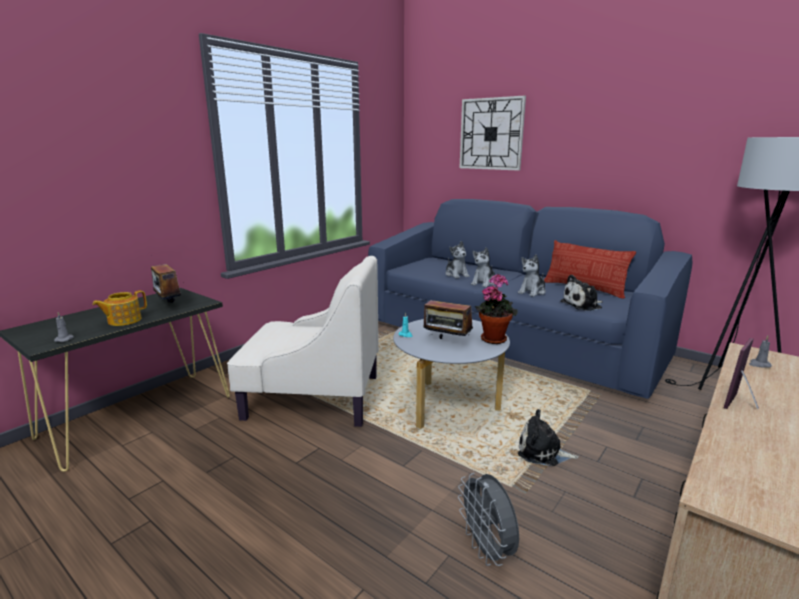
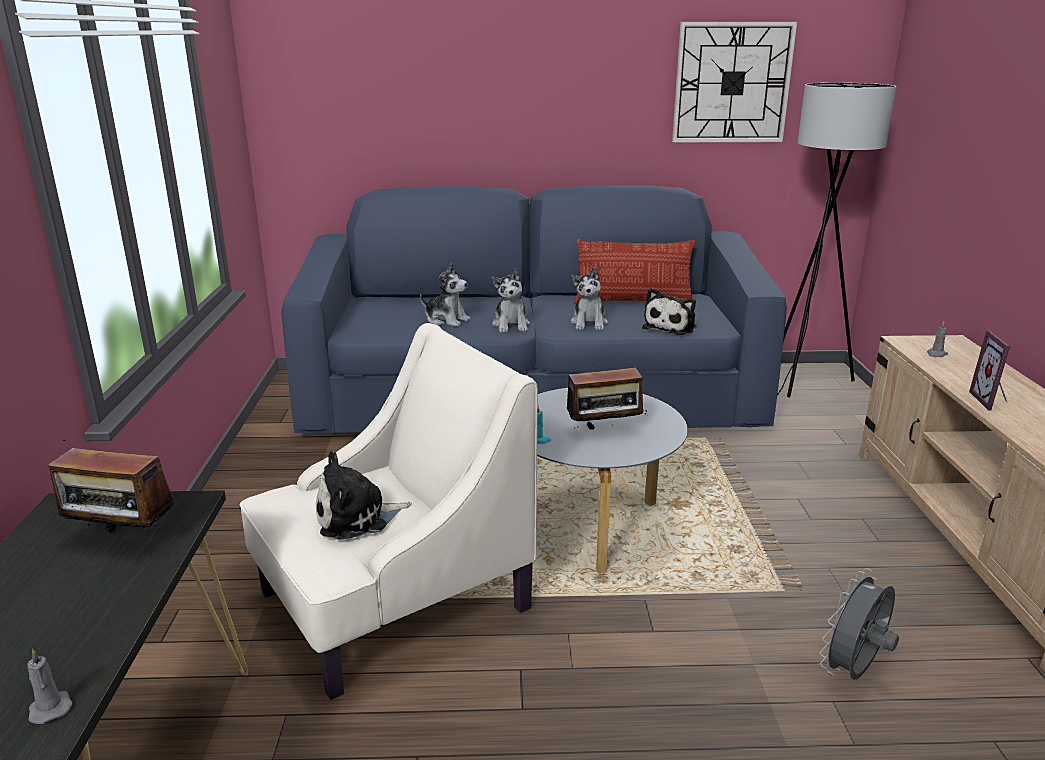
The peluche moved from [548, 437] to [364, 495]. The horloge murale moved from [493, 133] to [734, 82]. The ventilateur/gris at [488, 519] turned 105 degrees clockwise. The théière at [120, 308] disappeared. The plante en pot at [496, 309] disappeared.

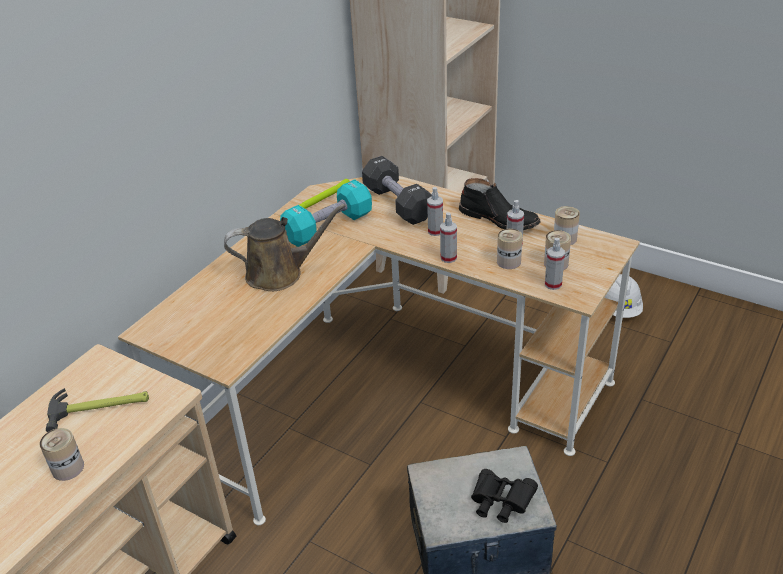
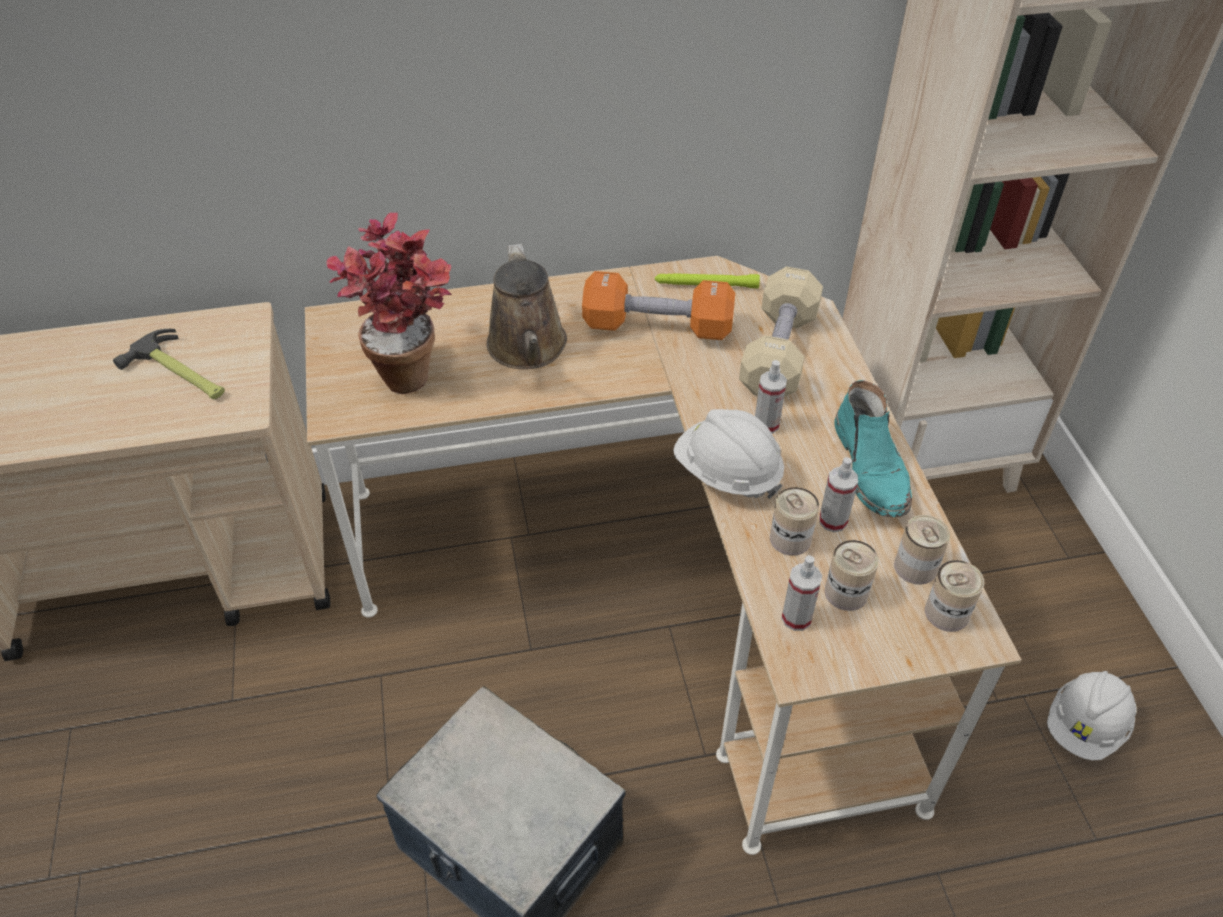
The plante en pot at [389, 303] appeared. The arrosoir/marron at [285, 247] turned 45 degrees clockwise. The haltère/turquoise at [326, 213] became the haltère/orange at [658, 305]. The vaporisateur at [448, 237] was replaced by the casque de chantier/blanc at [728, 454]. The haltère/noir at [397, 190] became the haltère/beige at [781, 332]. The botte/noir at [500, 204] became the botte/turquoise at [873, 448]. The boîte métallique moved from [62, 454] to [954, 596]. The jumelles/noir at [504, 496] disappeared.

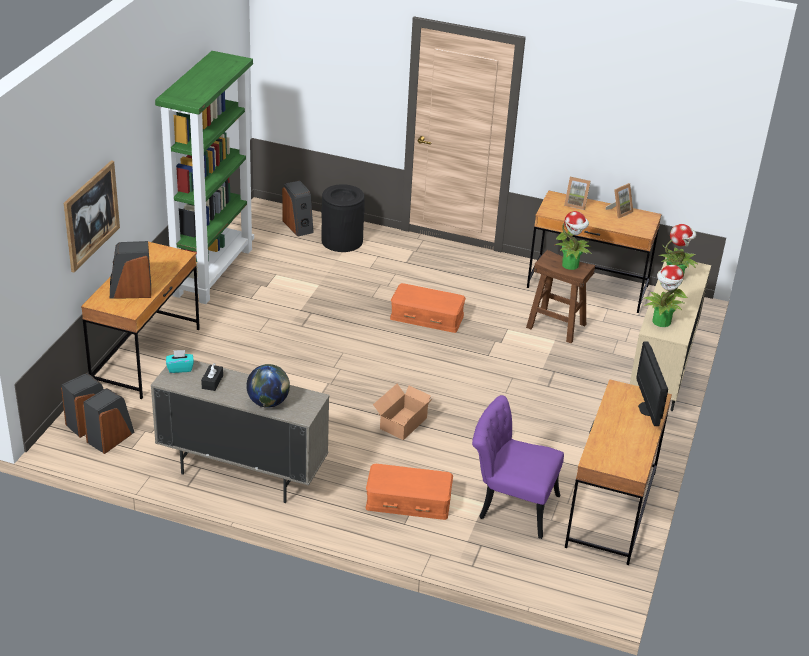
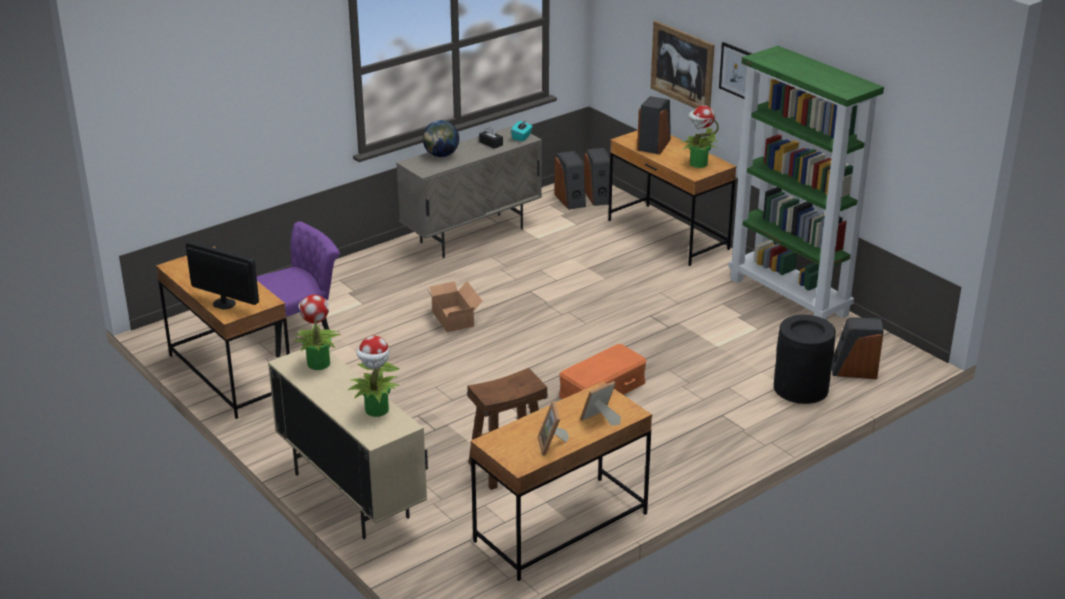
The plante en pot moved from [573, 240] to [700, 136]. The tableau at [735, 70] appeared. The boîte de rangement/orange at [409, 492] disappeared.

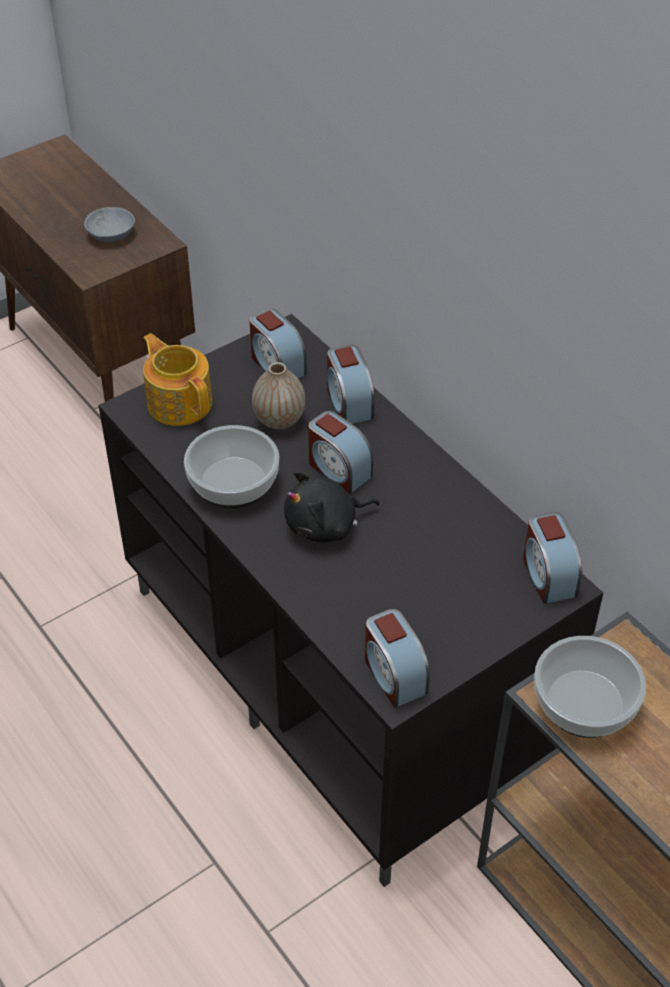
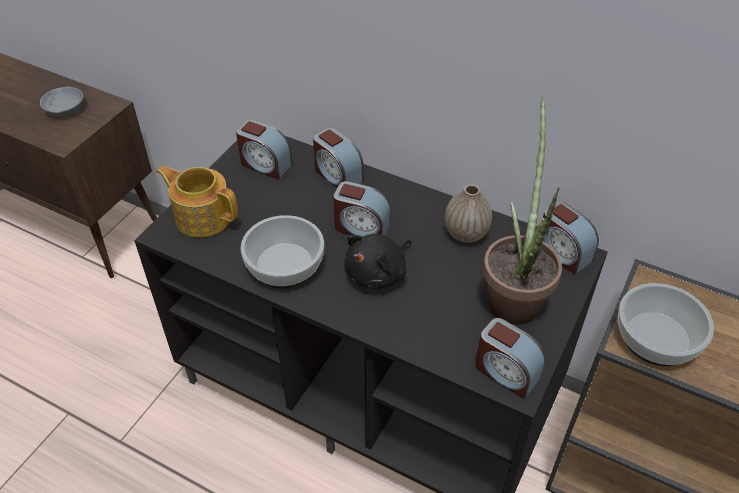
The vase moved from [278, 395] to [468, 213]. The plante en pot at [522, 211] appeared.

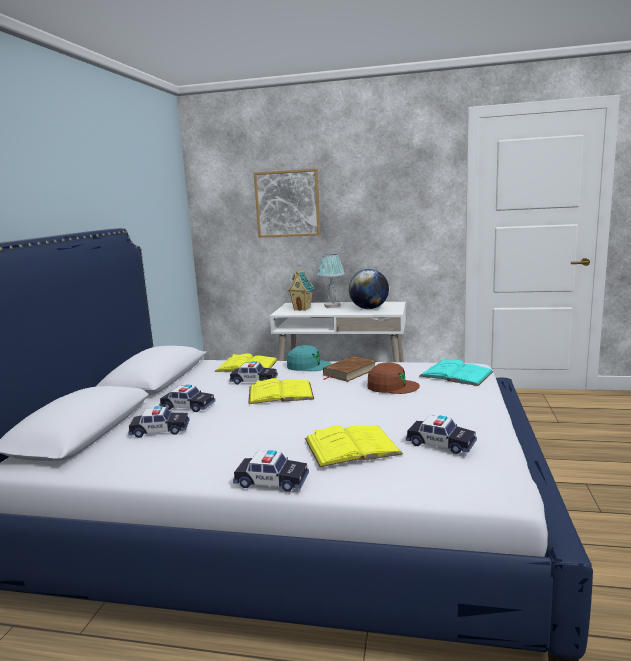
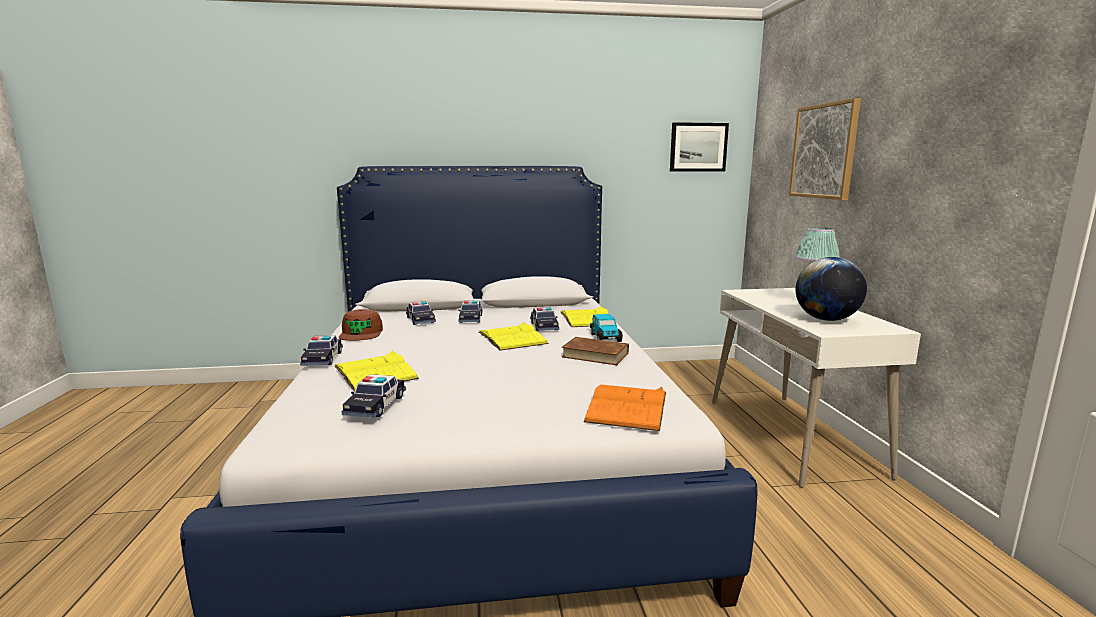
The casquette/marron moved from [394, 378] to [361, 325]. The livre/turquoise at [456, 372] became the livre/orange at [624, 408]. The casquette/turquoise at [309, 358] was replaced by the petite voiture at [606, 328]. The tableau at [699, 147] appeared. The maison miniature at [301, 290] disappeared.

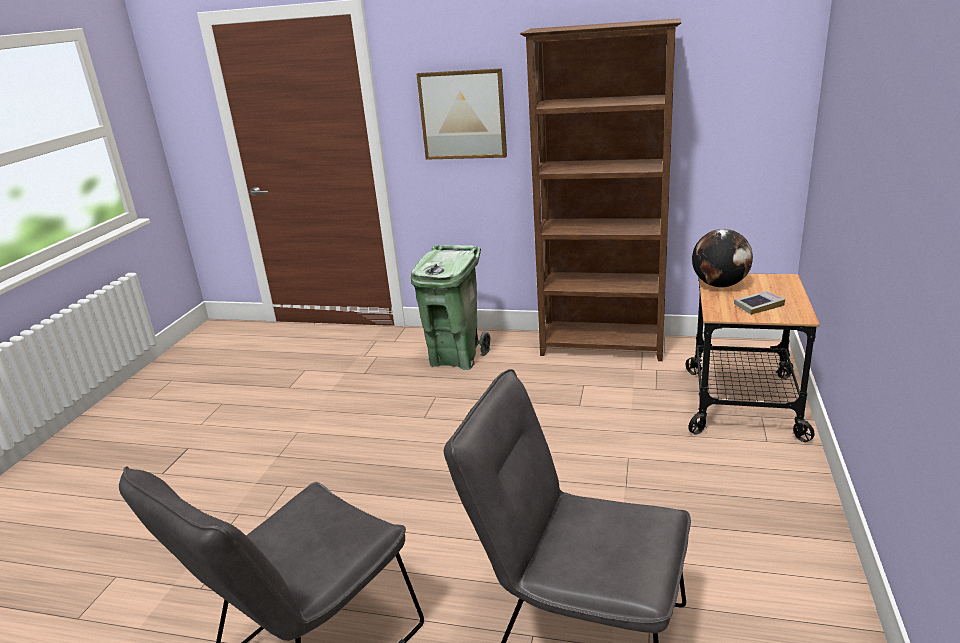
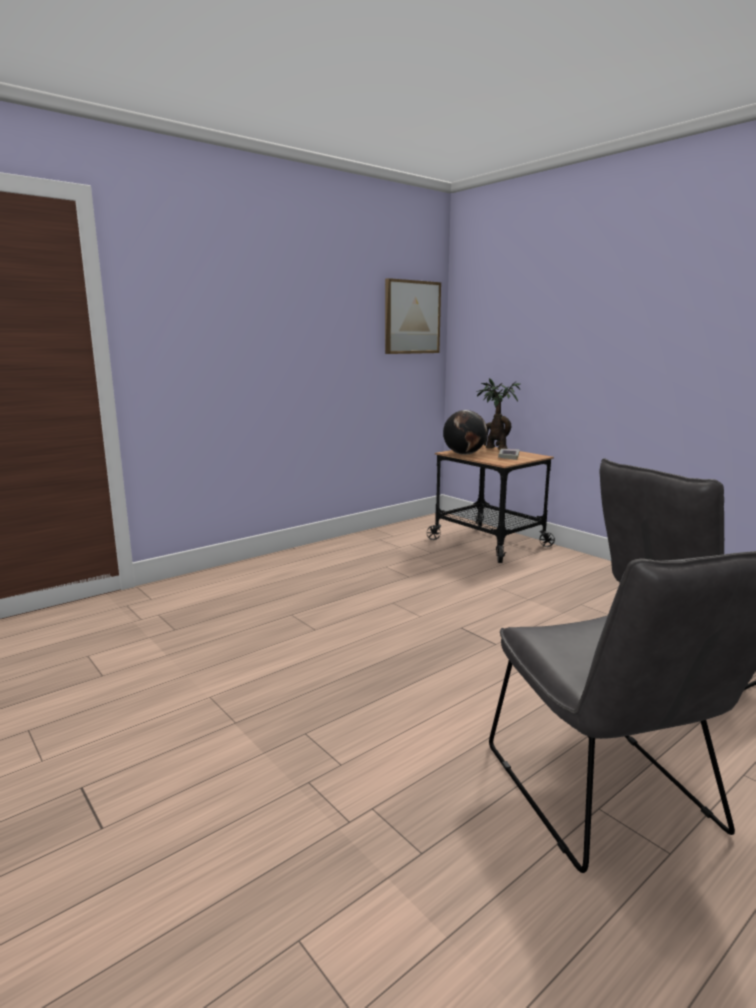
The tableau moved from [462, 114] to [413, 316]. The plante en pot at [498, 414] appeared. The poubelle/vert at [451, 307] disappeared. The bibliothèque/marron at [600, 189] disappeared.

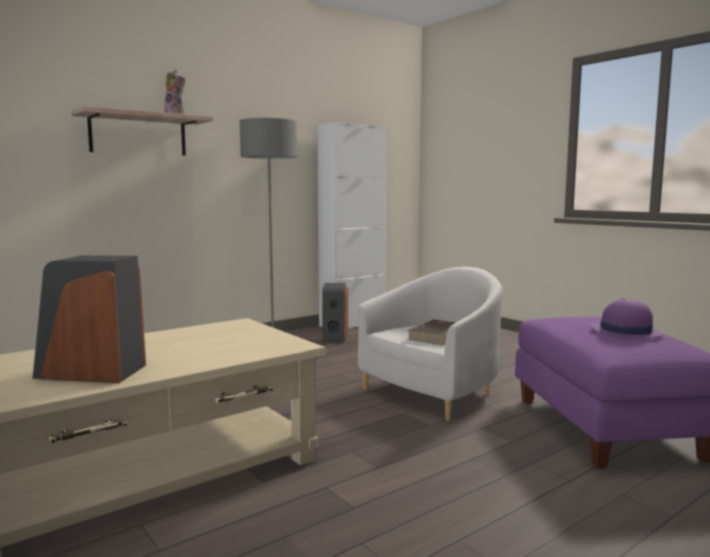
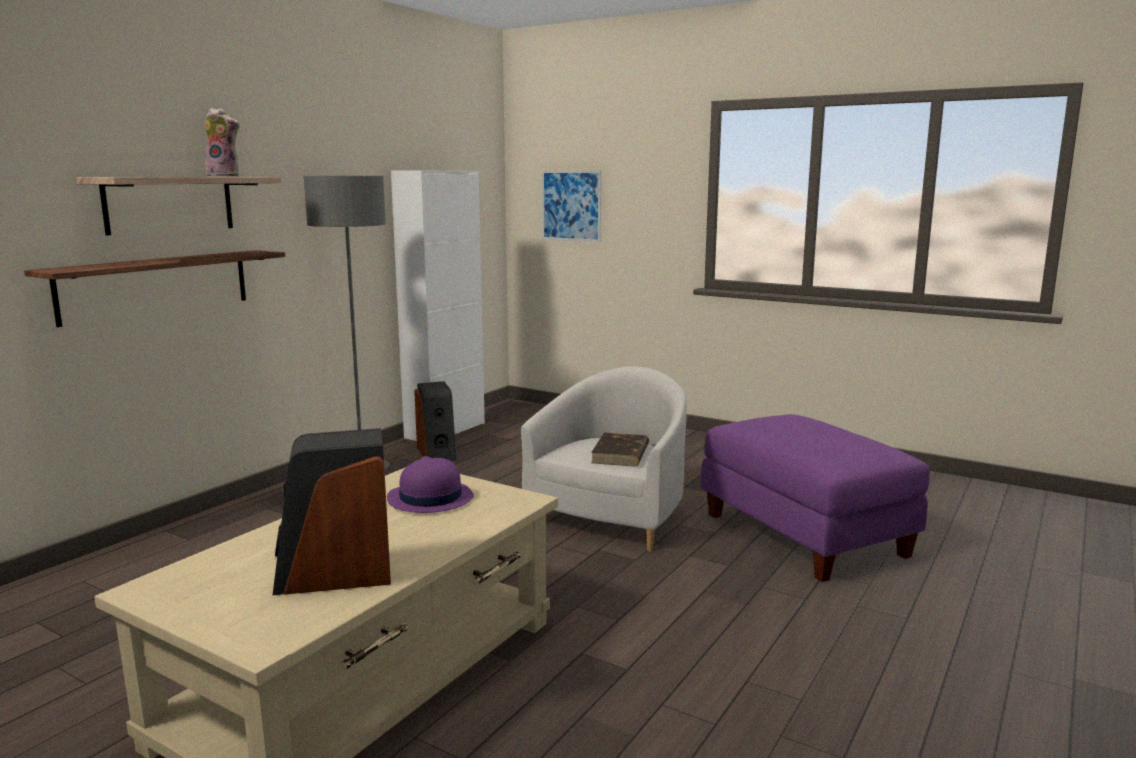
The étagère at [154, 288] appeared. The chapeau/violet moved from [626, 318] to [430, 484]. The tableau at [571, 206] appeared.

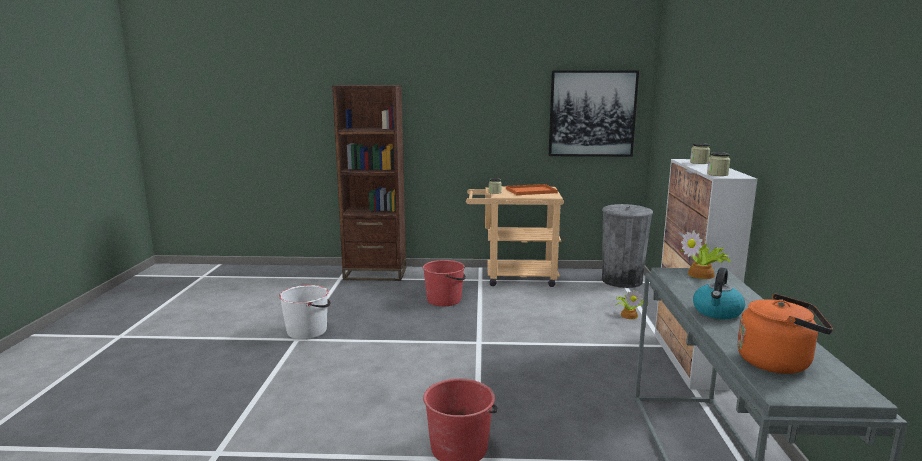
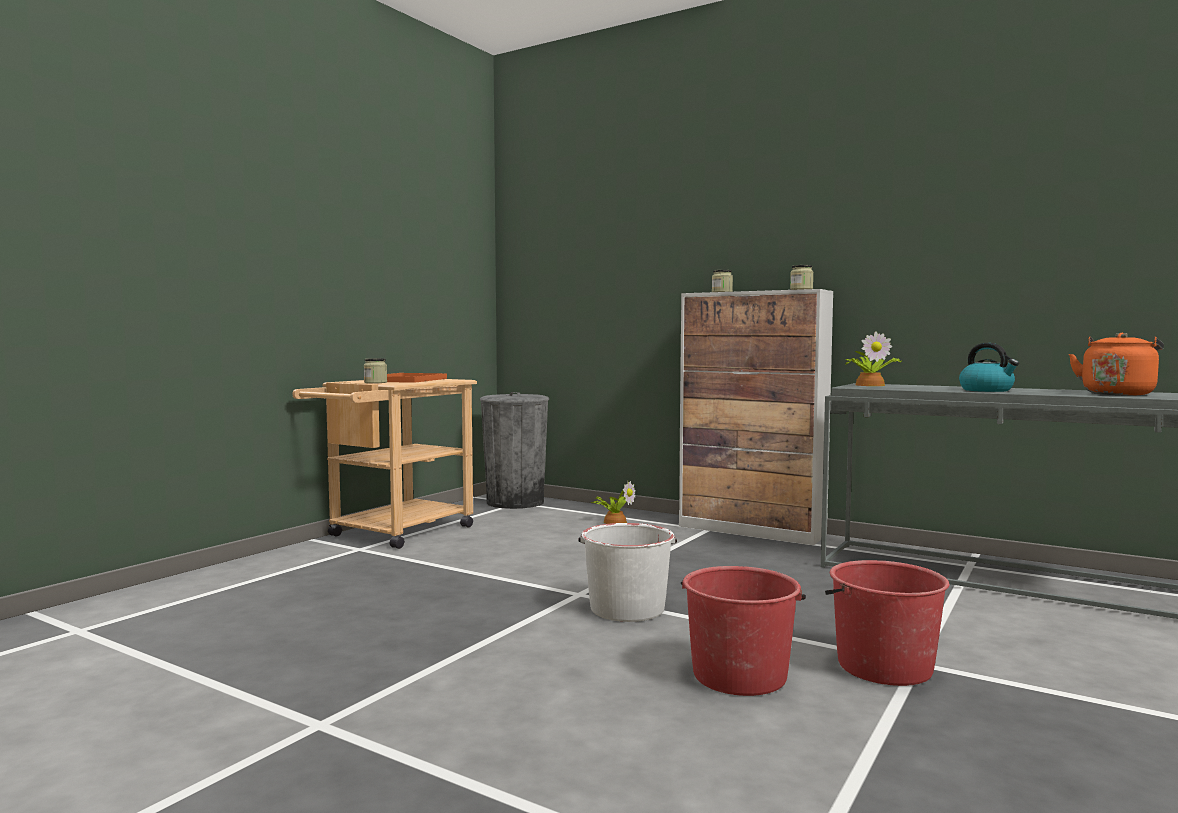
The seau/blanc moved from [305, 312] to [628, 572]. The seau/rouge moved from [444, 283] to [743, 631]. The bibliothèque/marron at [369, 183] disappeared. The tableau at [594, 113] disappeared.

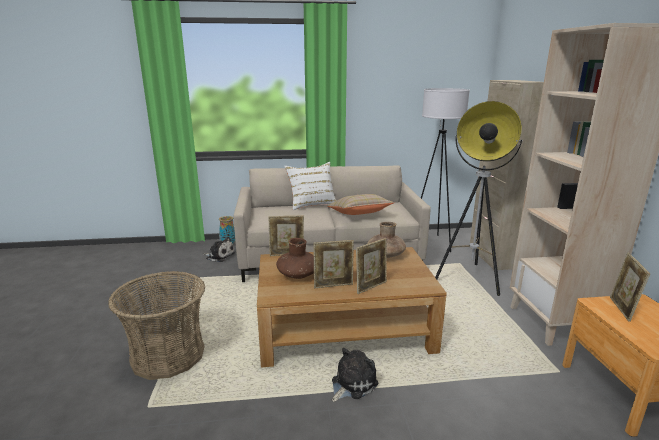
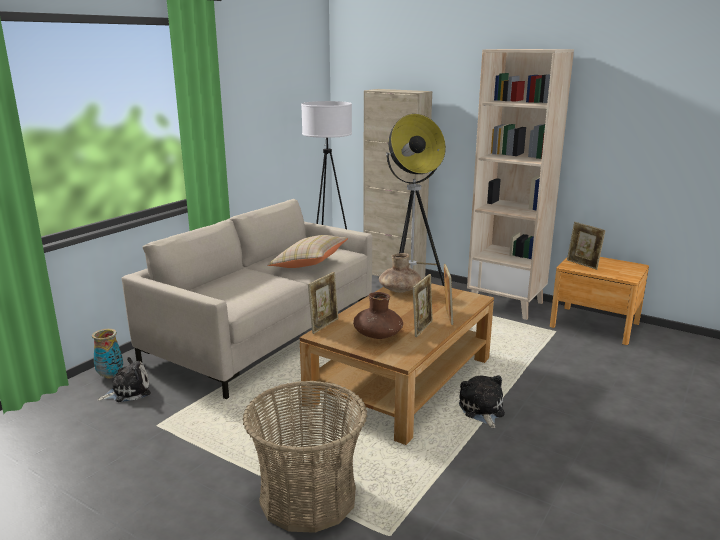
The coussin/blanc at [310, 186] disappeared.

